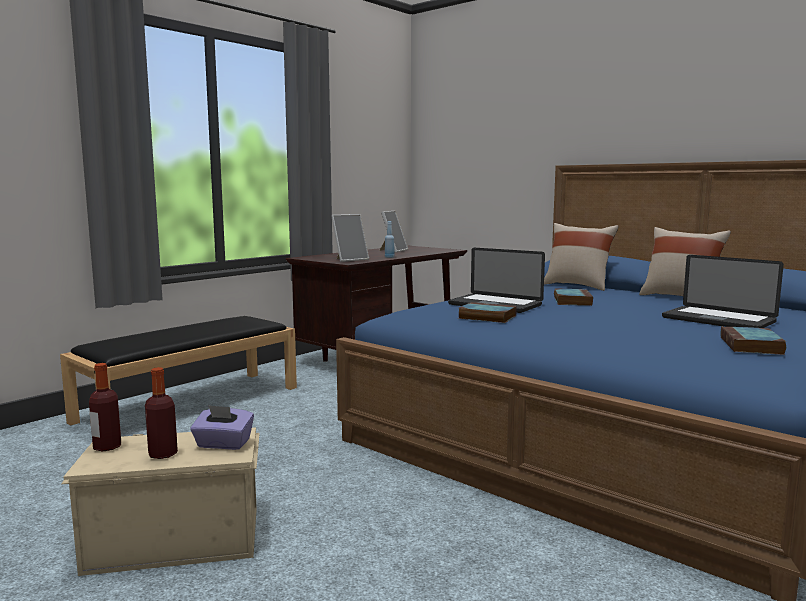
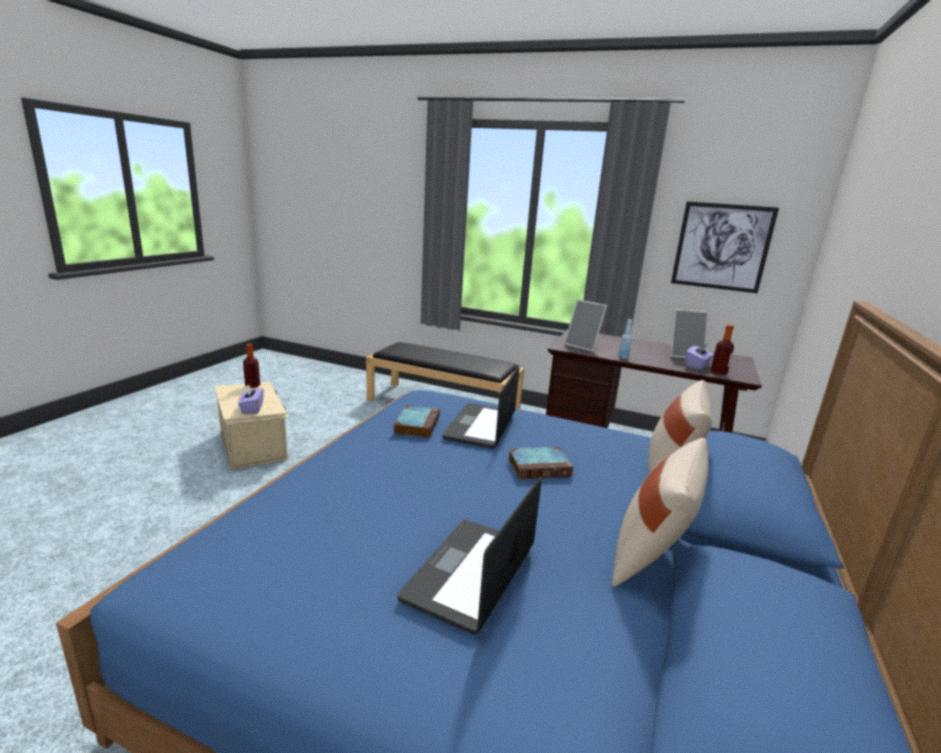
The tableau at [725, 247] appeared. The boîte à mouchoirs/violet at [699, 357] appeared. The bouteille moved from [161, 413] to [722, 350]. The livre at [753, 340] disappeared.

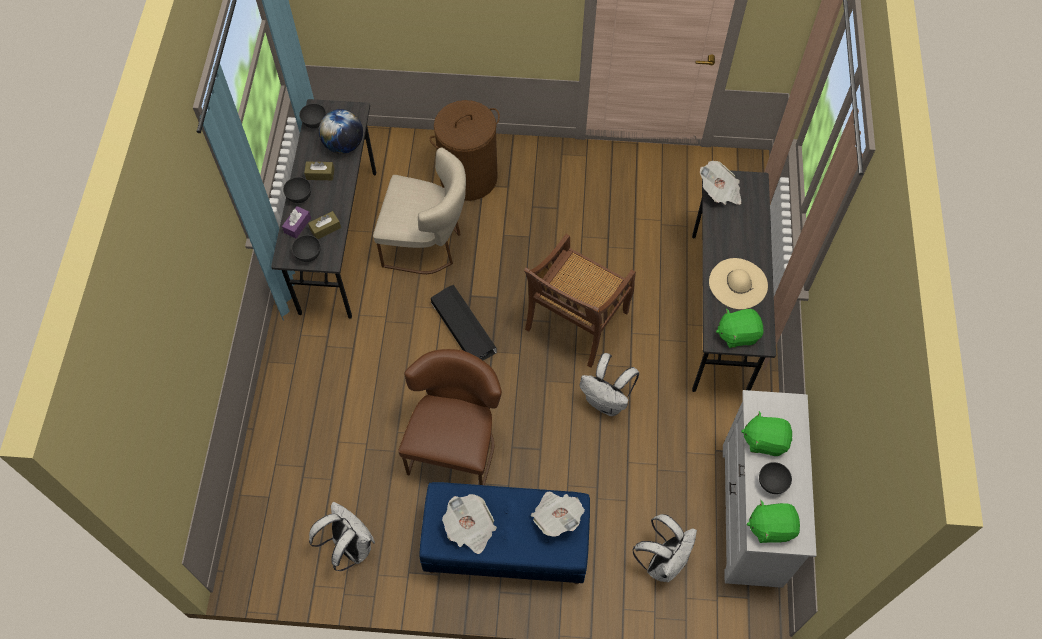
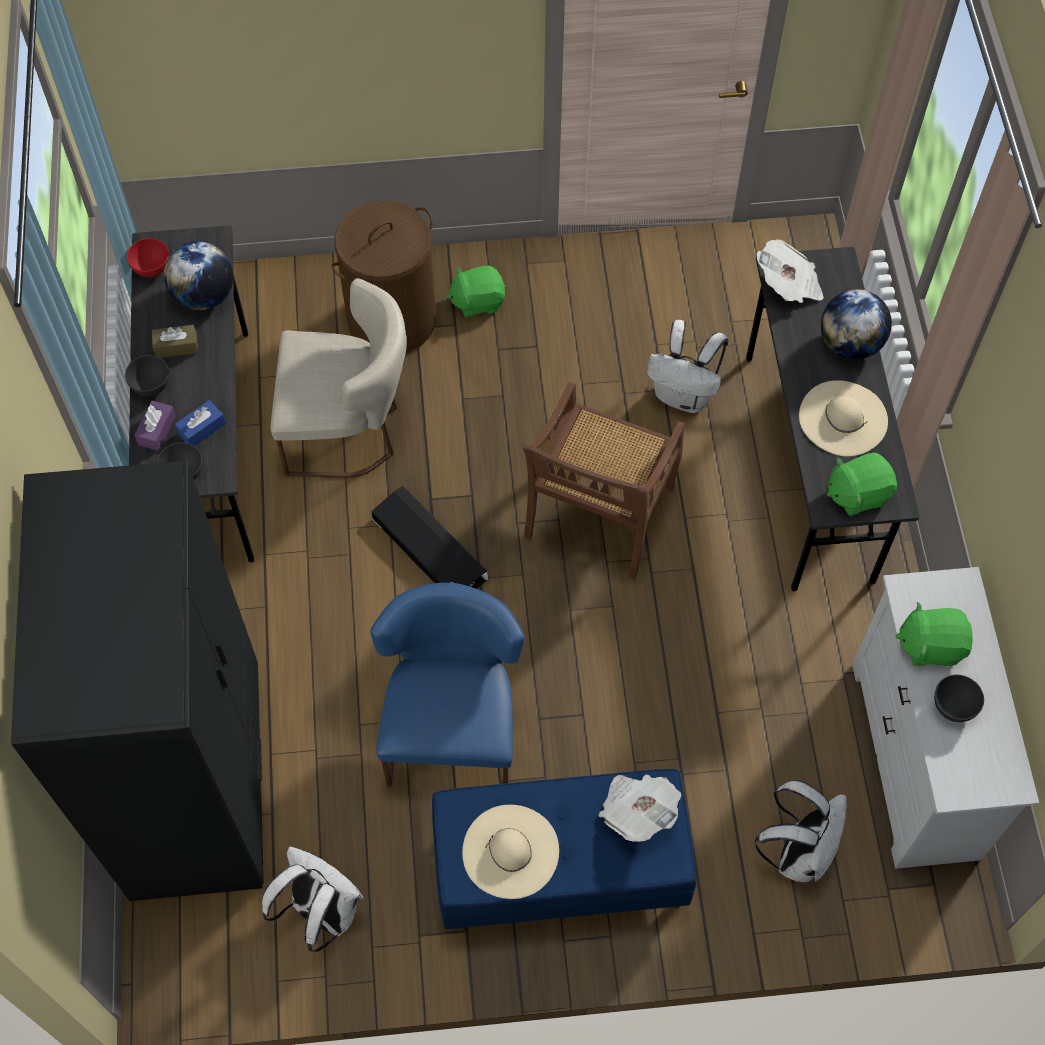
The armoire/noir at [137, 681] appeared. The bol/gris at [312, 115] became the bol/rouge at [148, 257]. The boîte à mouchoirs/marron at [324, 225] became the boîte à mouchoirs/bleu at [200, 423]. The chaise/marron at [450, 417] became the chaise/bleu at [447, 685]. The peluche/vert moved from [773, 521] to [476, 292]. The journal at [469, 524] was replaced by the chapeau/beige at [510, 852]. The sac à dos/blanc moved from [609, 384] to [687, 366]. The globe at [856, 324] appeared.

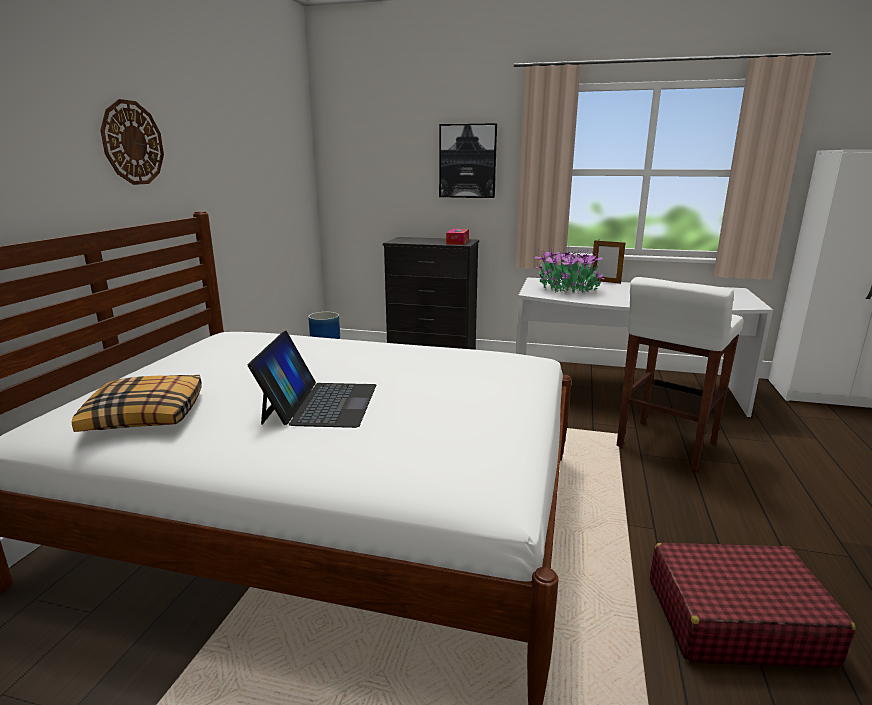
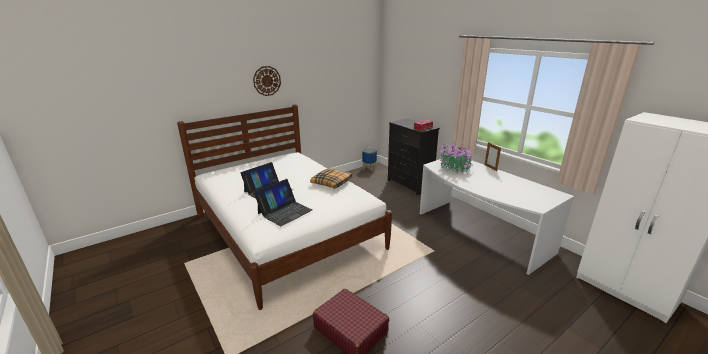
The ordinateur portable at [283, 202] appeared. The coussin moved from [137, 403] to [331, 178]. The tableau at [468, 160] disappeared. The tabouret/blanc at [679, 374] disappeared.

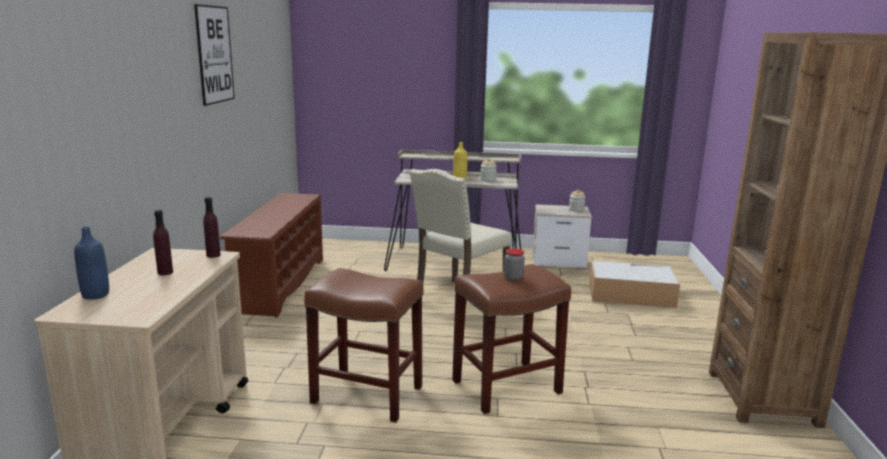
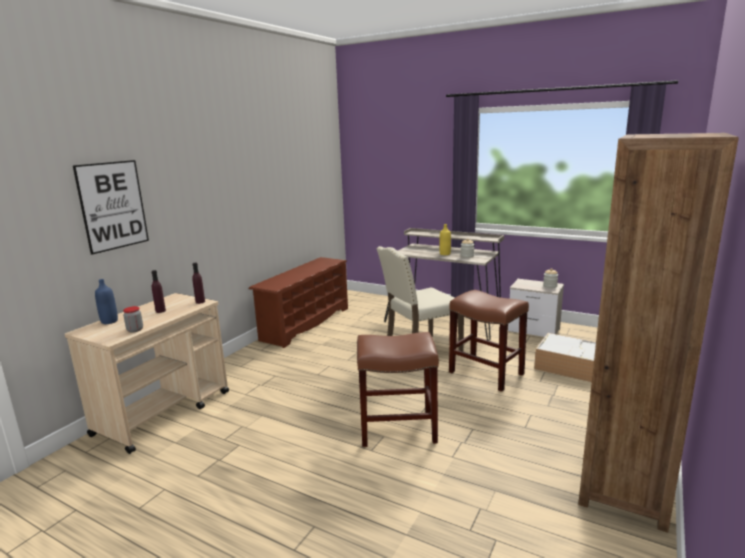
The tableau moved from [214, 55] to [111, 207]. The bocal moved from [514, 264] to [133, 319]. The tabouret/marron moved from [364, 345] to [489, 341].

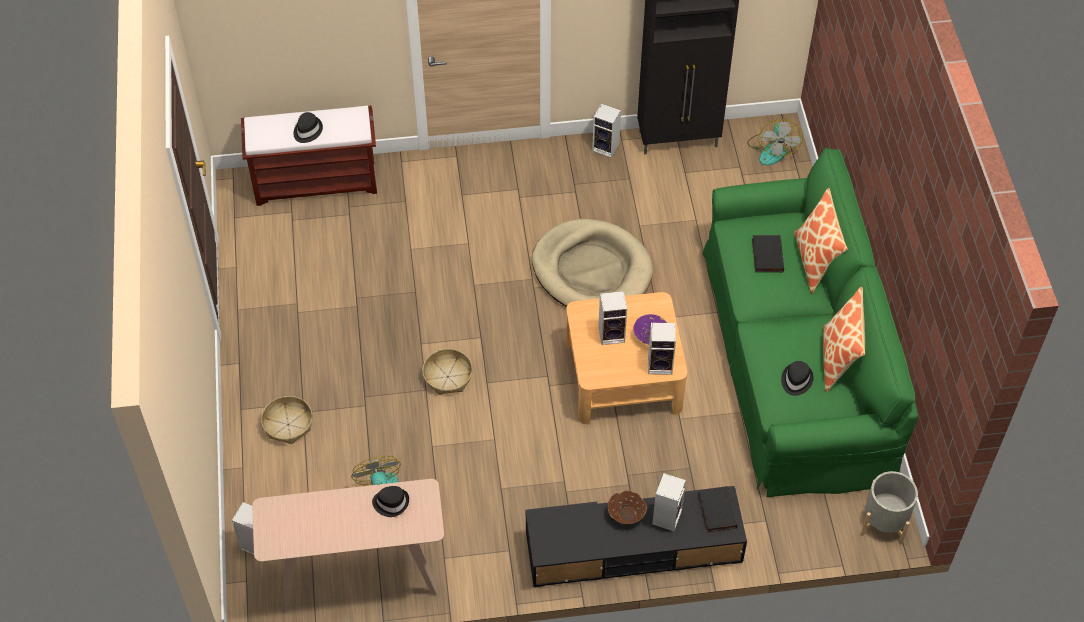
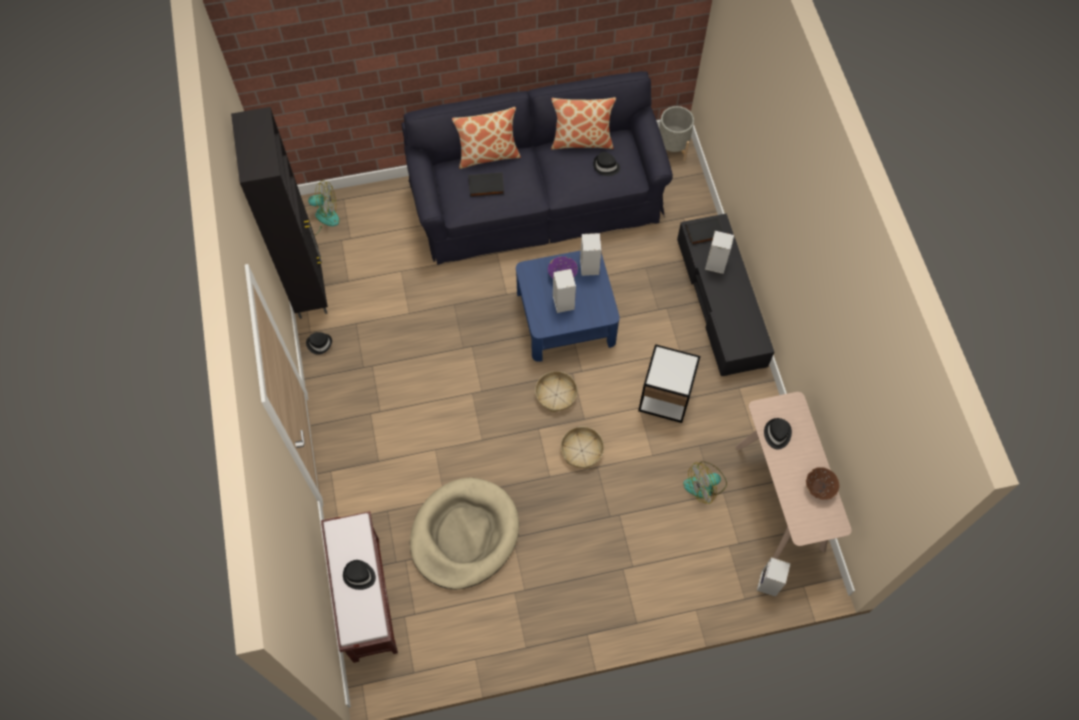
The enceinte at [606, 130] was replaced by the chapeau/noir at [319, 343]. The canapé/vert at [810, 322] became the canapé/noir at [537, 168]. The panier pour chien/beige moved from [592, 263] to [464, 533]. The table basse/beige at [626, 358] became the table basse/bleu at [568, 306]. The panier moved from [287, 420] to [556, 391]. The table d'appoint at [669, 383] appeared. The bol/marron moved from [627, 507] to [822, 483].

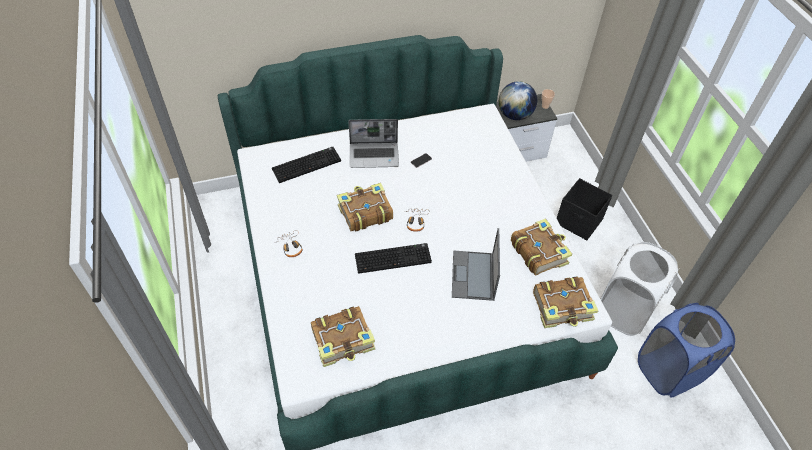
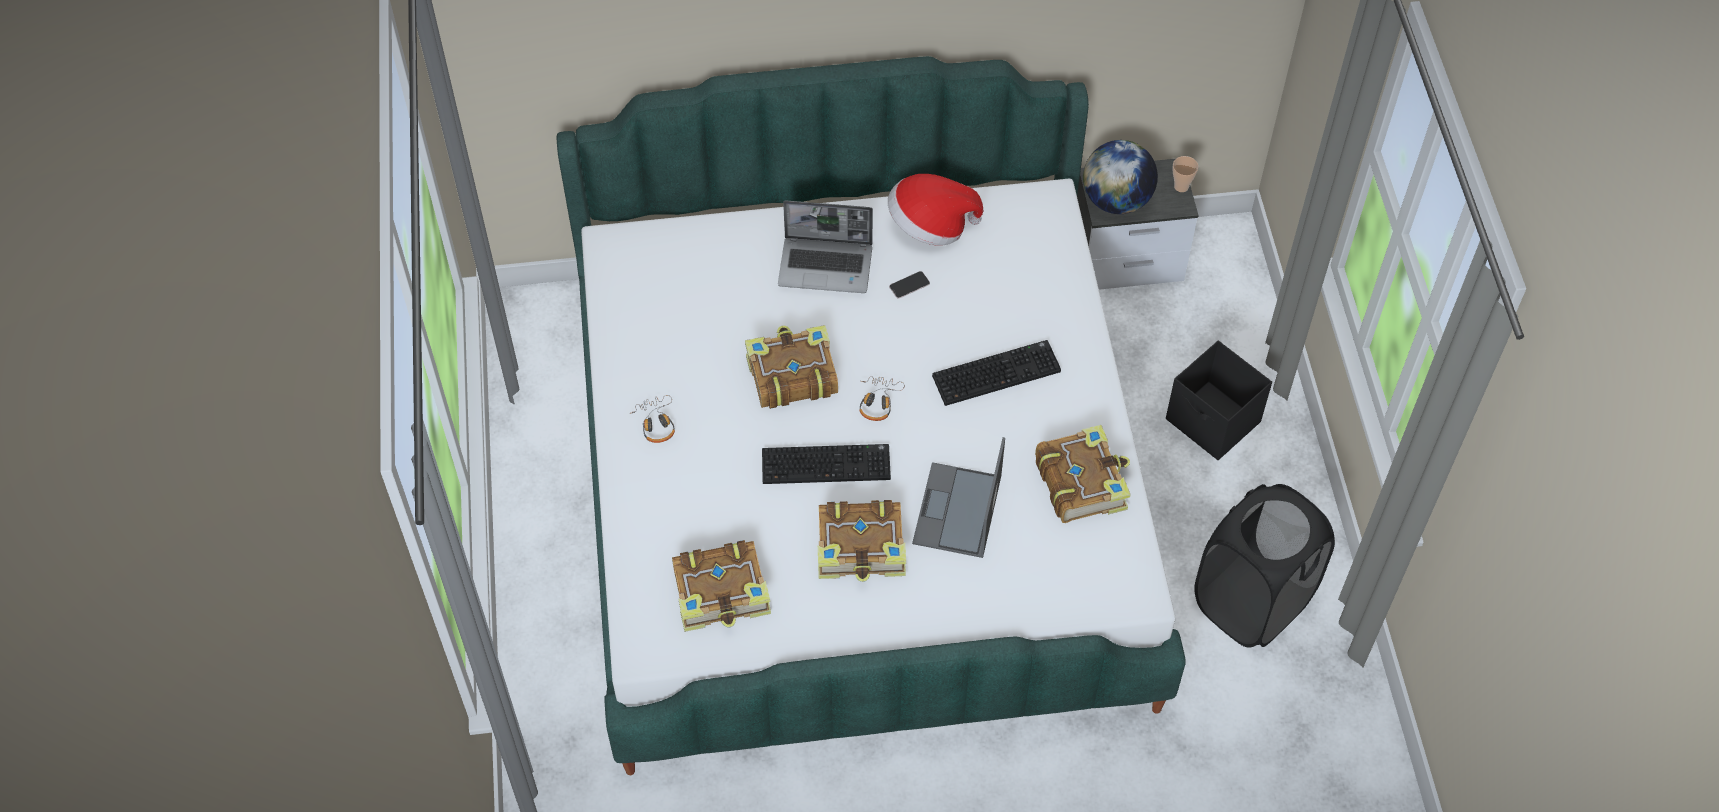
The livre moved from [565, 302] to [862, 541]. The chapeau at [935, 209] appeared. The clavier moved from [306, 164] to [996, 373]. The panier à linge/blanc at [639, 289] became the panier à linge/noir at [1264, 566]. The panier à linge/bleu at [686, 350] disappeared.

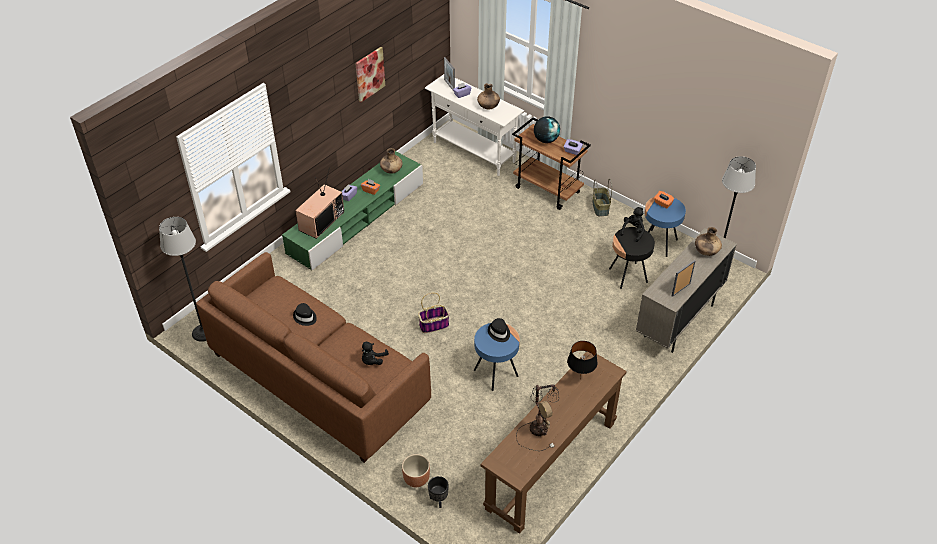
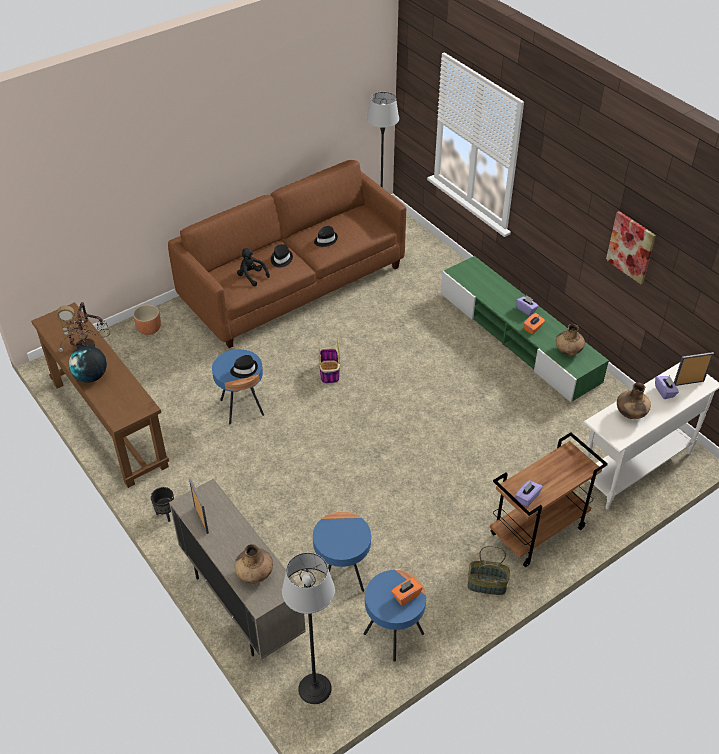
The globe moved from [547, 129] to [88, 364]. The cache-pot/noir moved from [438, 492] to [162, 504]. The chapeau/noir at [282, 256] appeared. The table d'appoint/noir at [632, 258] became the table d'appoint/bleu at [342, 552]. The téléviseur at [319, 205] disappeared. The lampe de table/noir at [582, 360] disappeared. The peluche/noir at [632, 224] disappeared.

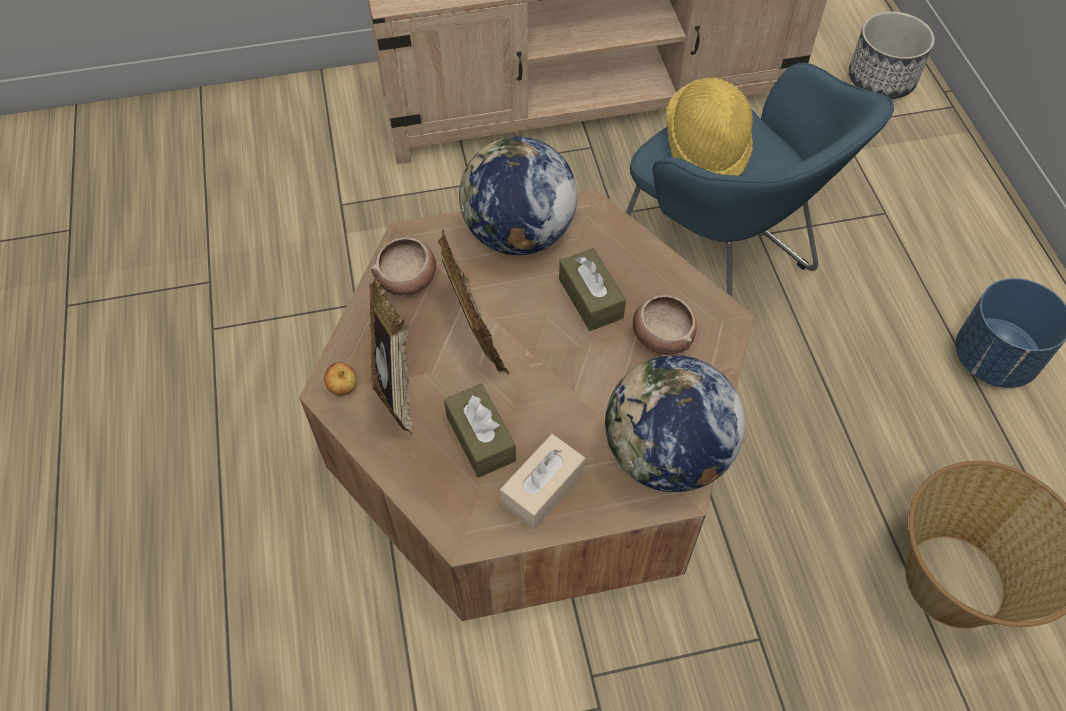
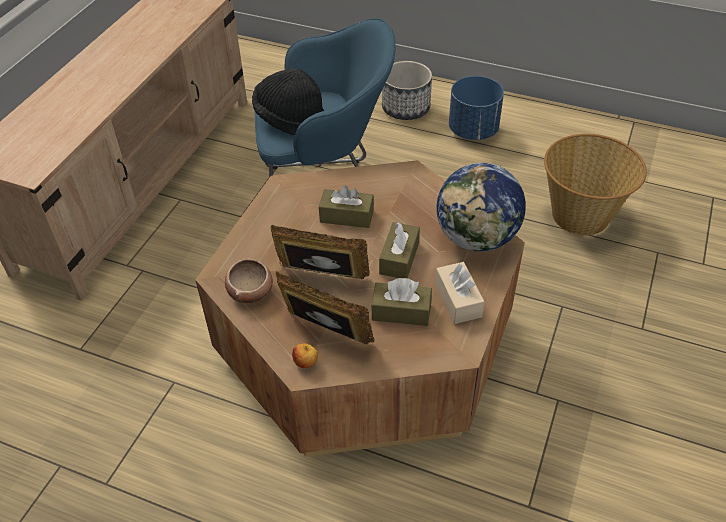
The chapeau/jaune at [709, 126] became the chapeau/noir at [288, 101]. The boîte à mouchoirs/marron at [399, 250] appeared. The cache-pot moved from [892, 55] to [407, 90]. The globe at [518, 196] disappeared. The bol at [664, 325] disappeared.

